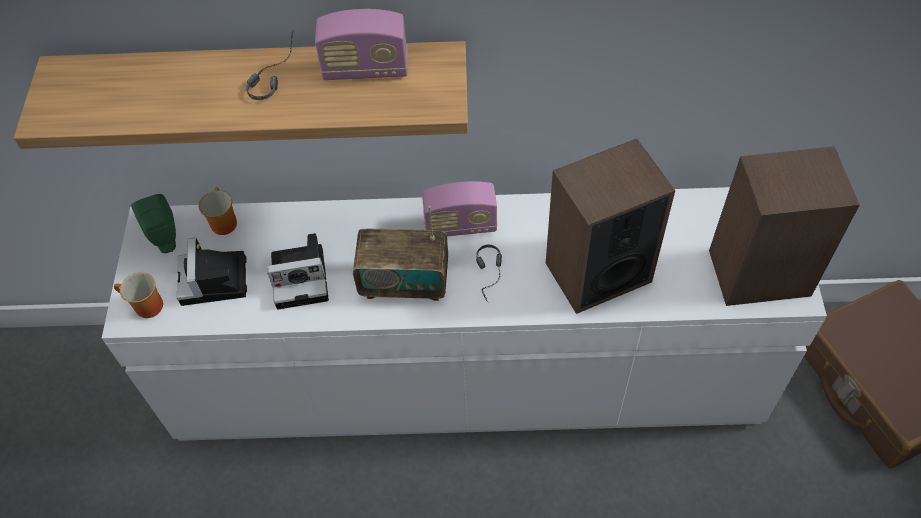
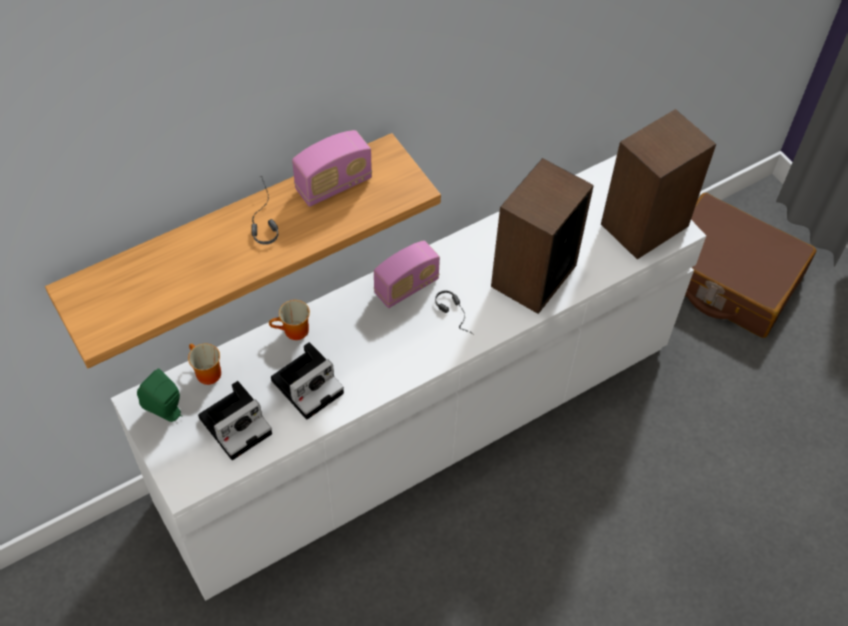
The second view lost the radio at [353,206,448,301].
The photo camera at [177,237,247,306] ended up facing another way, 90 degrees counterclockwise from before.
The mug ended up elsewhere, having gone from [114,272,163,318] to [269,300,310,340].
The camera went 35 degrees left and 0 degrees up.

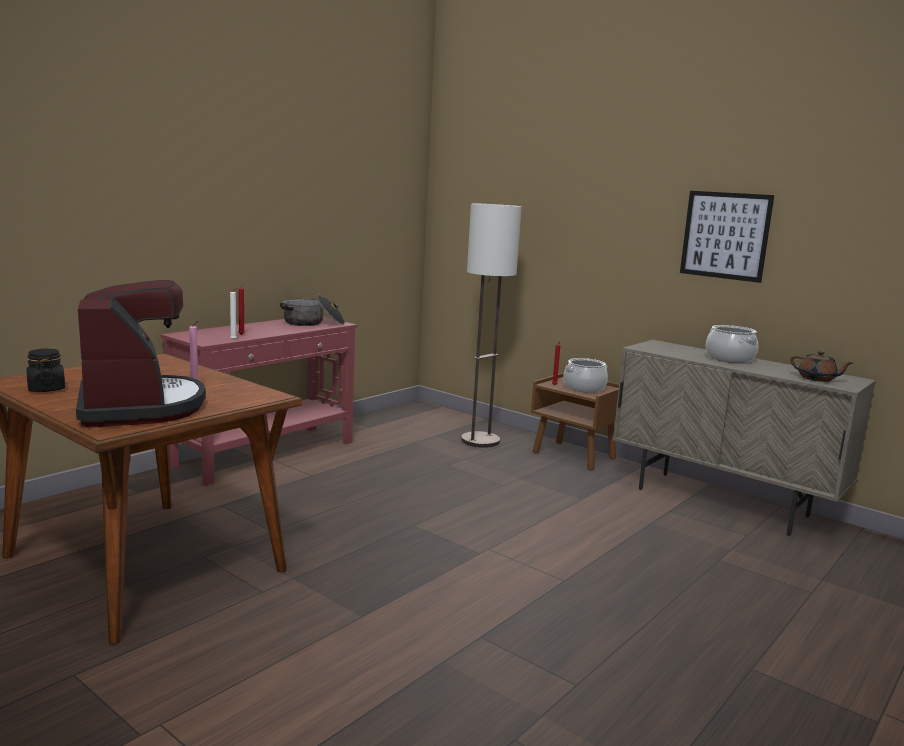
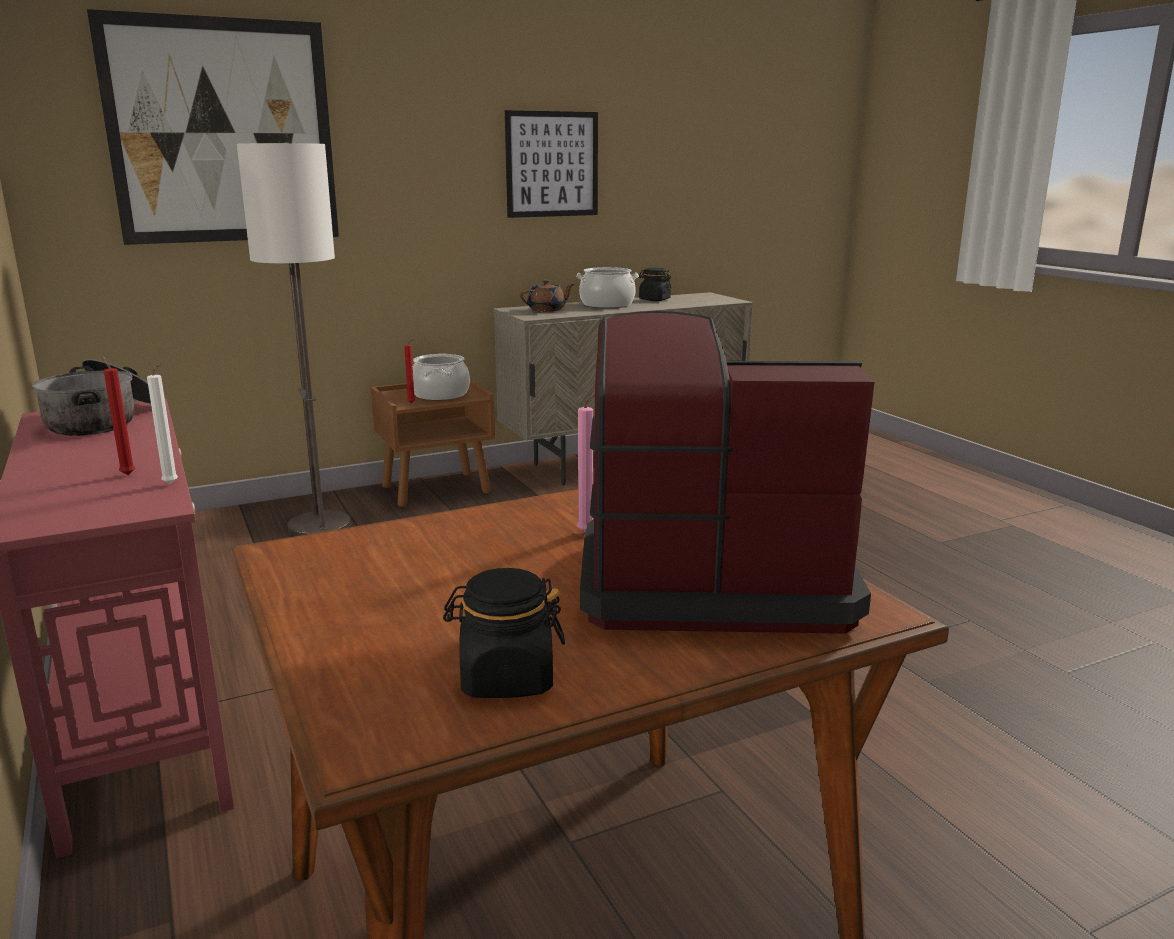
The brown teapot ended up elsewhere, having gone from [791,351,853,382] to [520,280,574,312].
The second view gained the picture at [87,9,339,245].
The second view gained the black jar at [639,268,672,301].
The camera went 65 degrees left and 5 degrees up.

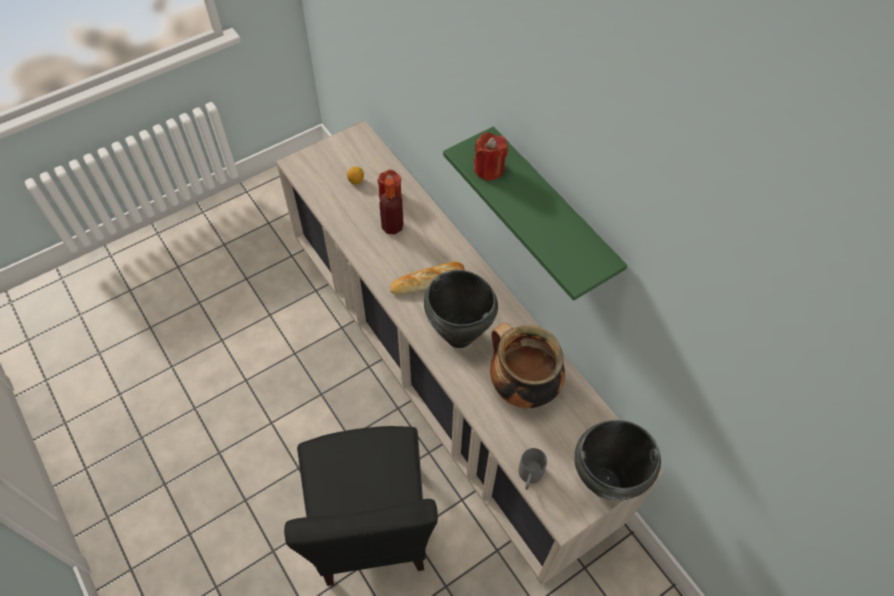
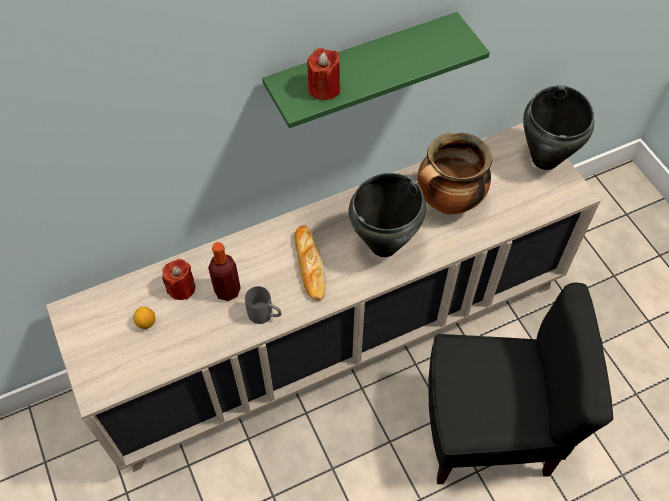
The grey mug ended up elsewhere, having gone from [519,448,547,490] to [245,286,281,324].
The camera went 80 degrees left and 0 degrees up.

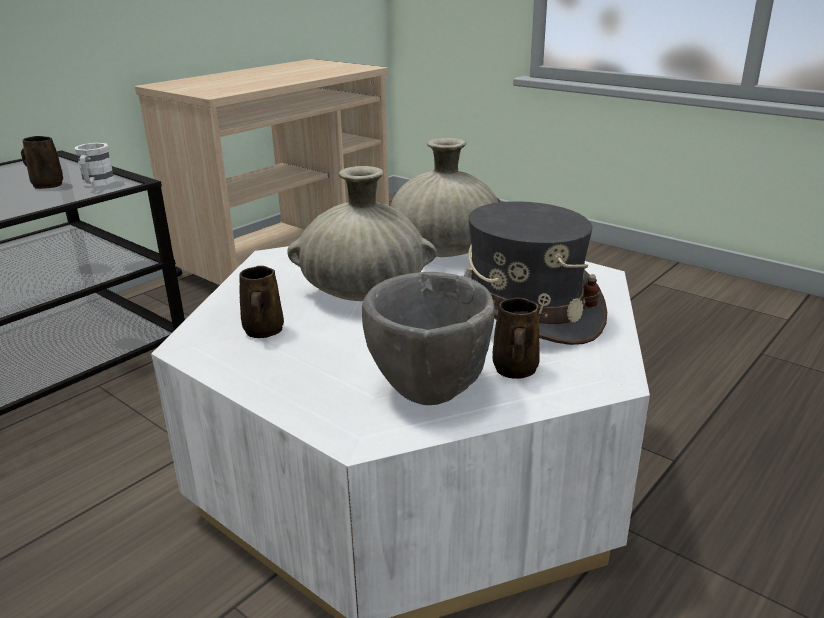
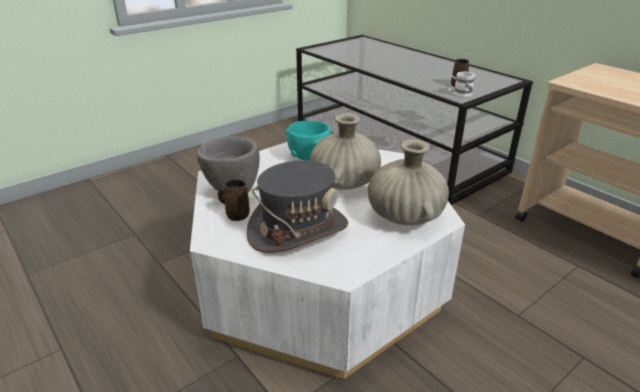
Where the brown mug stood at [239,266,284,338], the turquoise bowl came to stand at [285,121,331,161].
The camera went 100 degrees right and 5 degrees up.

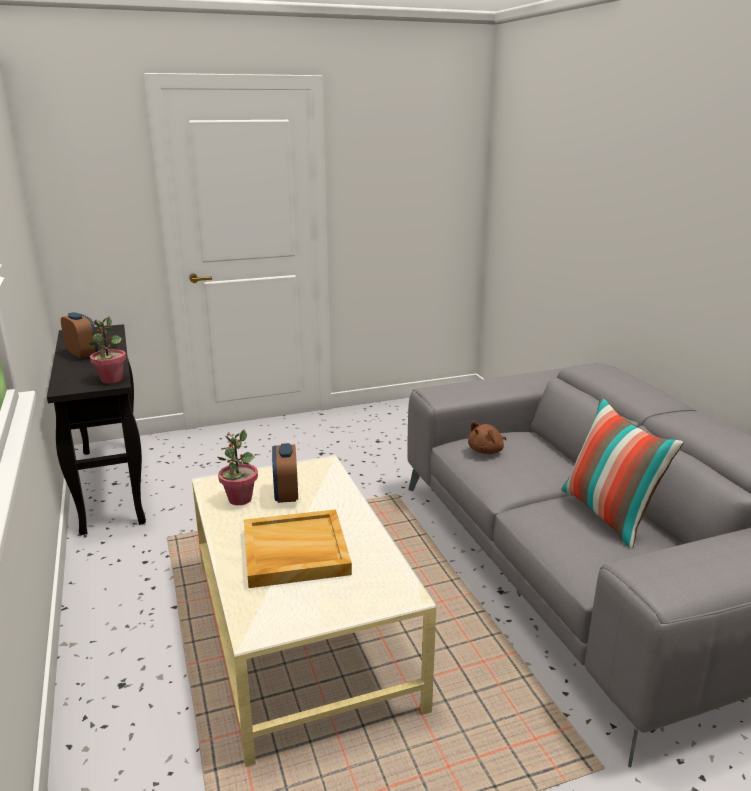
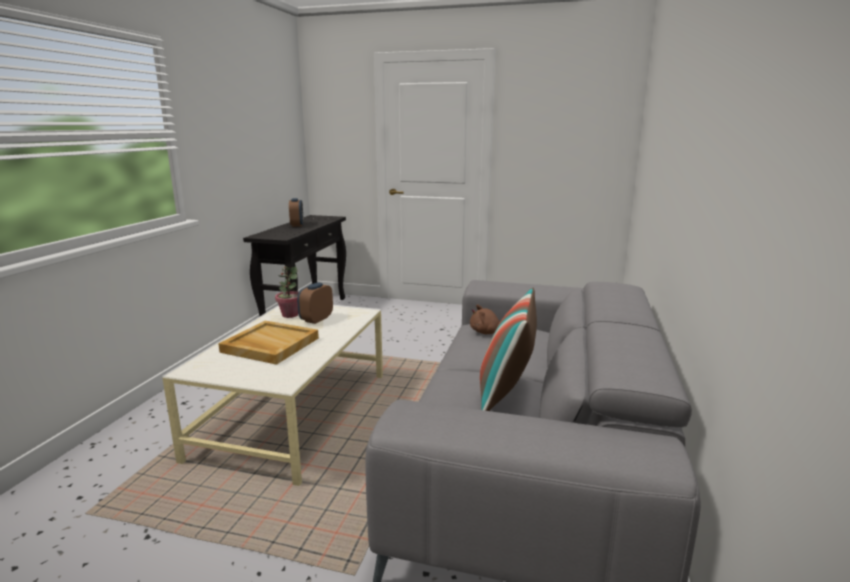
The second view lost the potted plant at [88,316,126,384].
The camera went 35 degrees right and 5 degrees down.

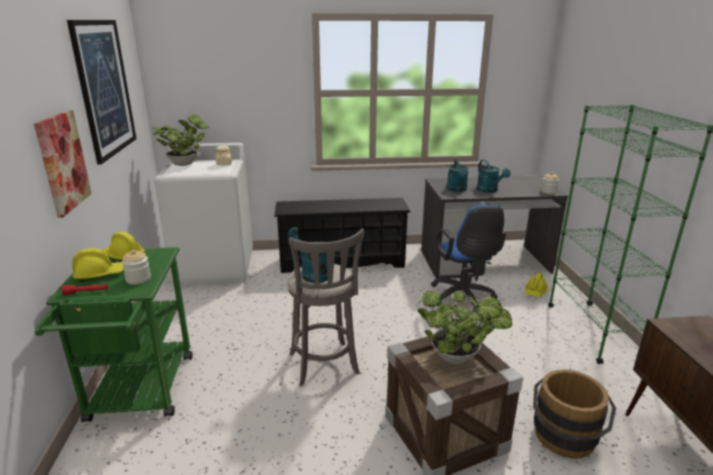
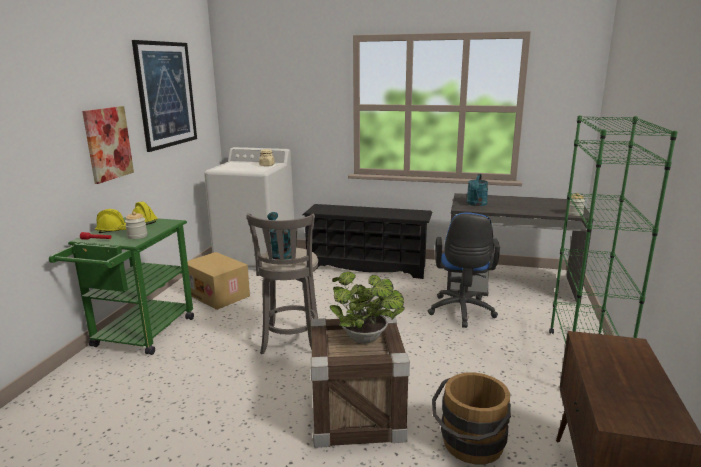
The second view lost the potted plant at [153,114,209,166].
The second view lost the turquoise watering can at [477,160,511,193].
The second view lost the yellow hard hat at [525,273,548,297].
The second view gained the cardboard box at [187,252,250,310].
The camera went 20 degrees right and 5 degrees down.

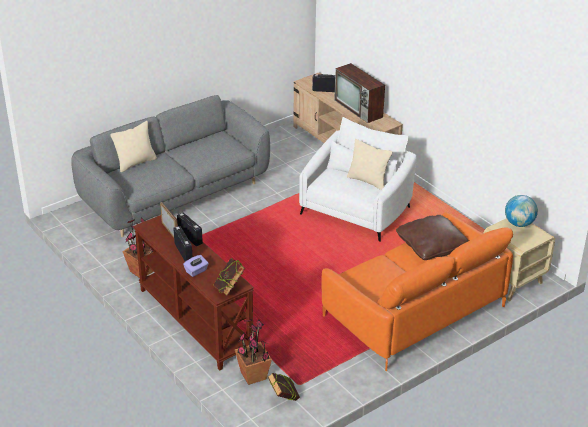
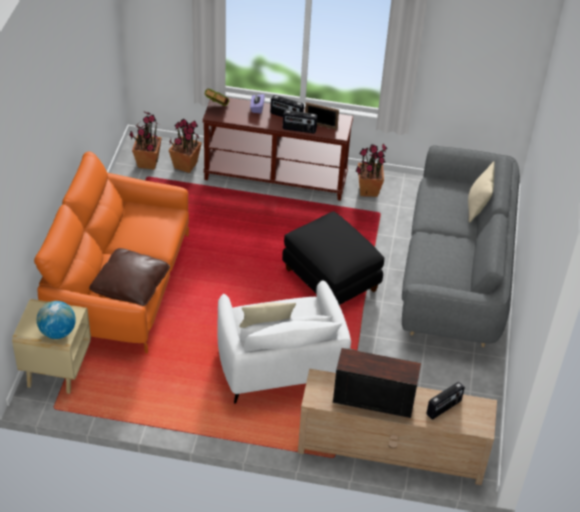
Where the book stood at [267,373,300,401], the potted plant came to stand at [129,112,162,170].
The second view gained the black ottoman at [282,211,384,305].
The camera went 135 degrees right and 10 degrees up.

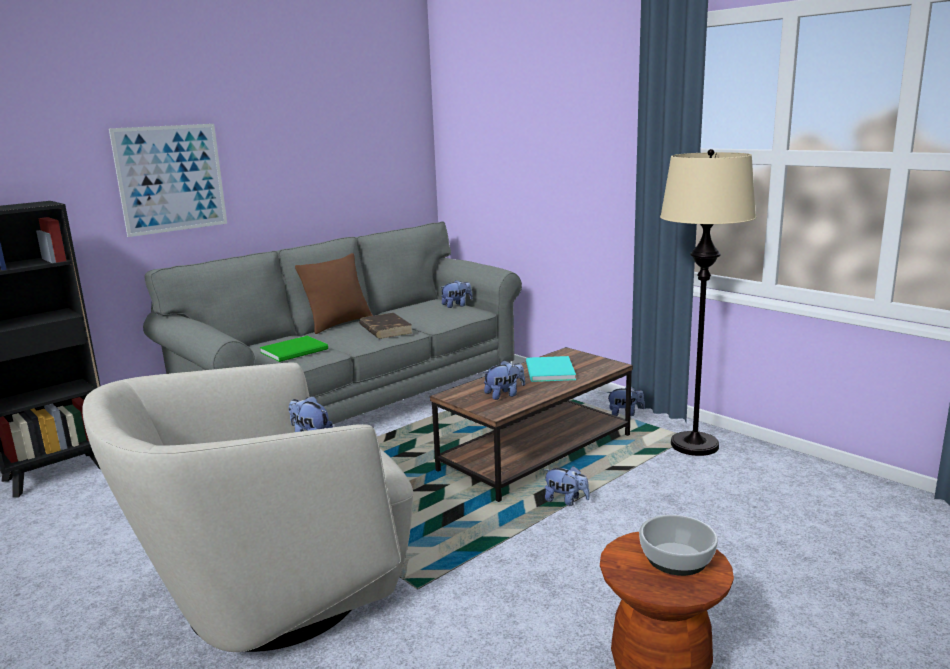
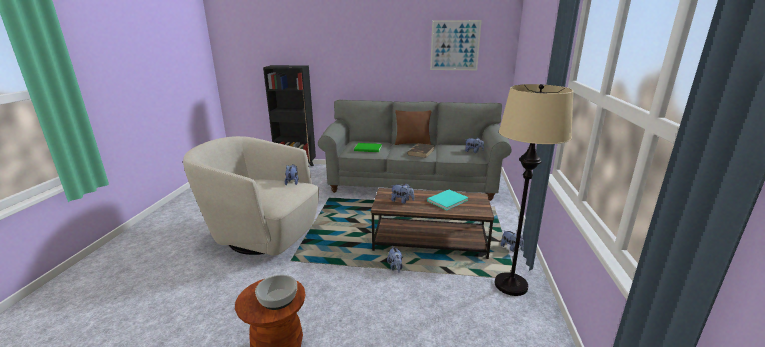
The picture ended up elsewhere, having gone from [109,124,227,237] to [430,20,482,70].
The camera went 50 degrees right and 5 degrees up.

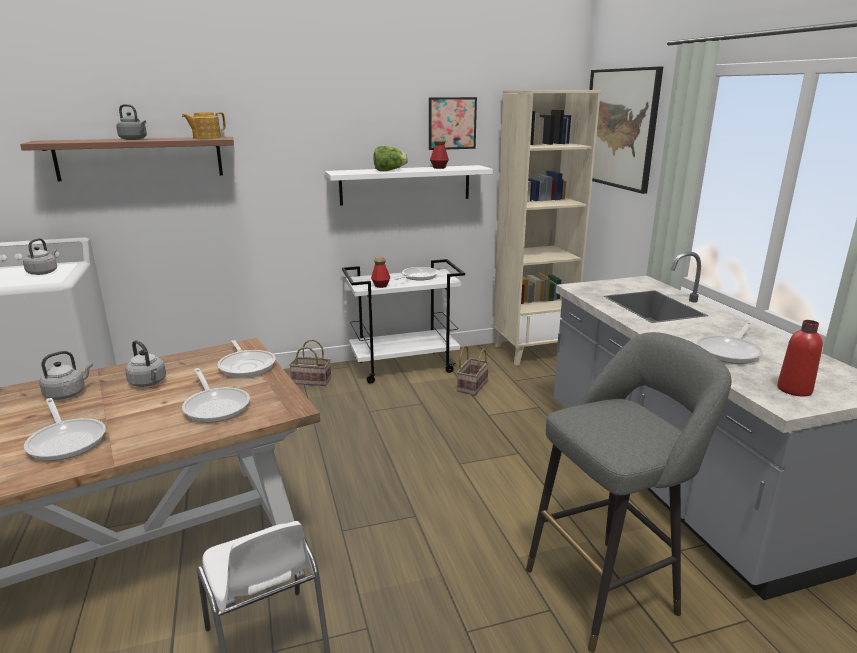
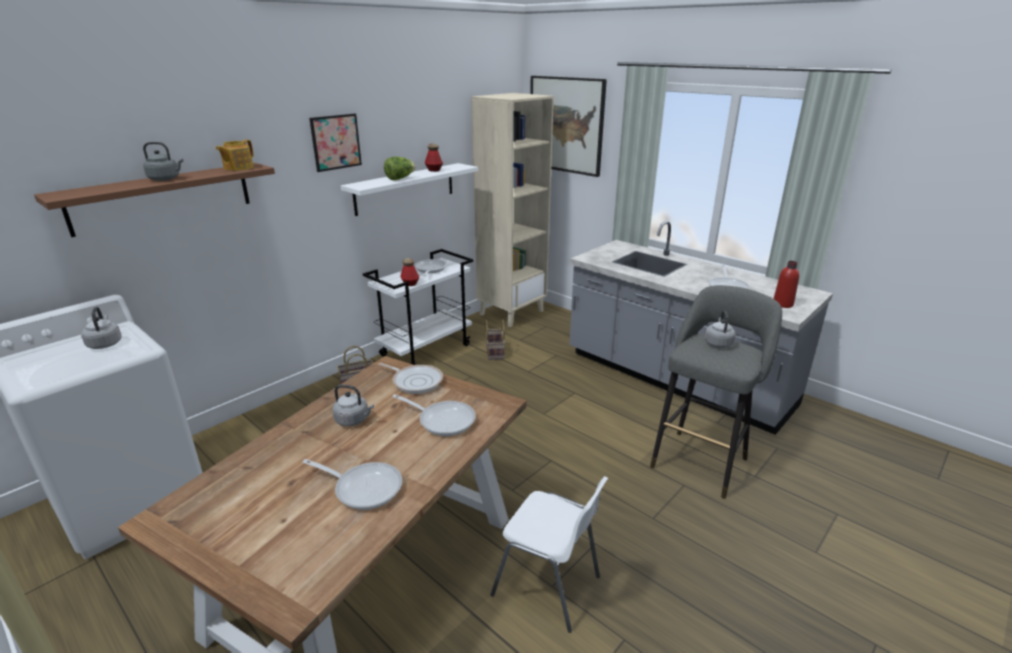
The picture ended up elsewhere, having gone from [429,97,477,150] to [309,114,362,172].
The grey kettle ended up elsewhere, having gone from [39,351,93,400] to [705,311,736,348].
The camera went 30 degrees left and 5 degrees up.

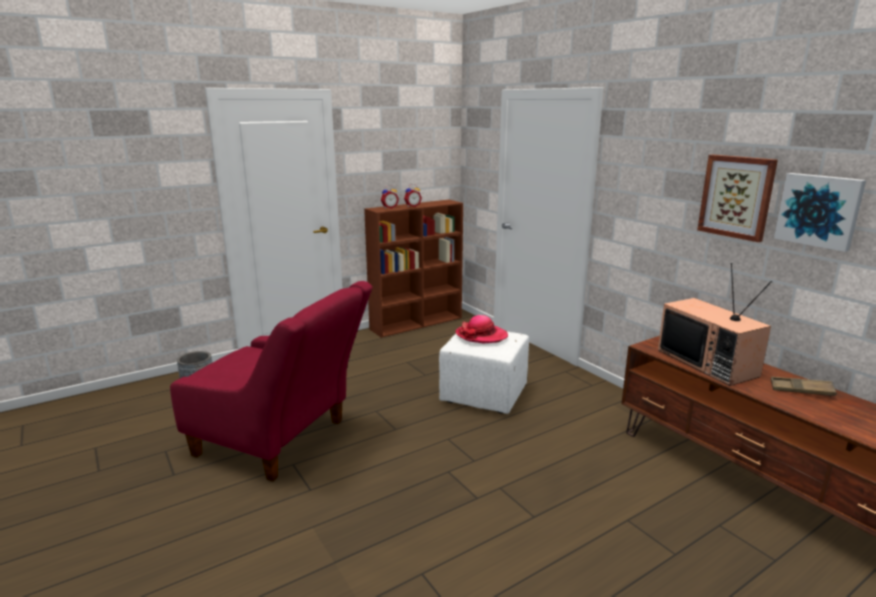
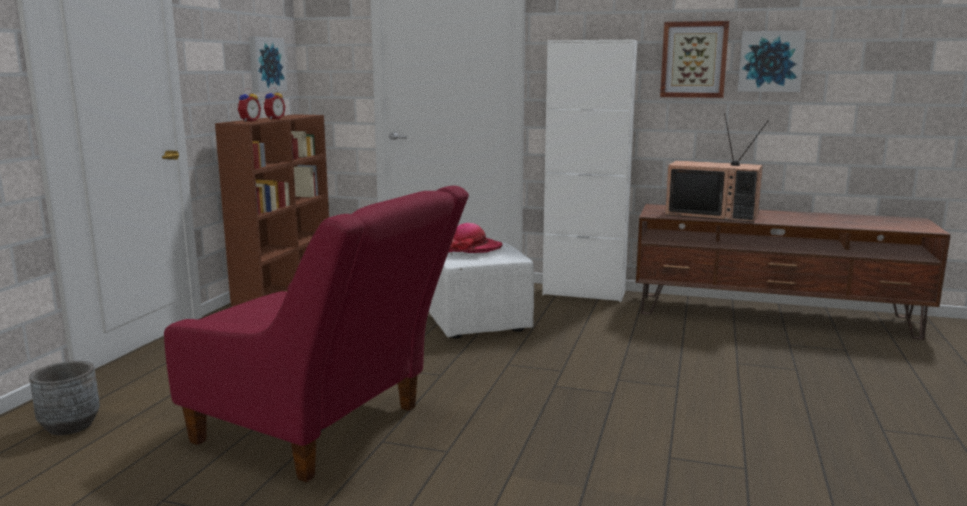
The red armchair at [170,281,373,482] ended up facing another way, 45 degrees clockwise from before.
The second view lost the brown tray at [771,377,837,396].
The second view gained the picture at [249,36,287,92].
The second view gained the white cabinet at [542,39,637,302].
The camera went 40 degrees left and 5 degrees down.

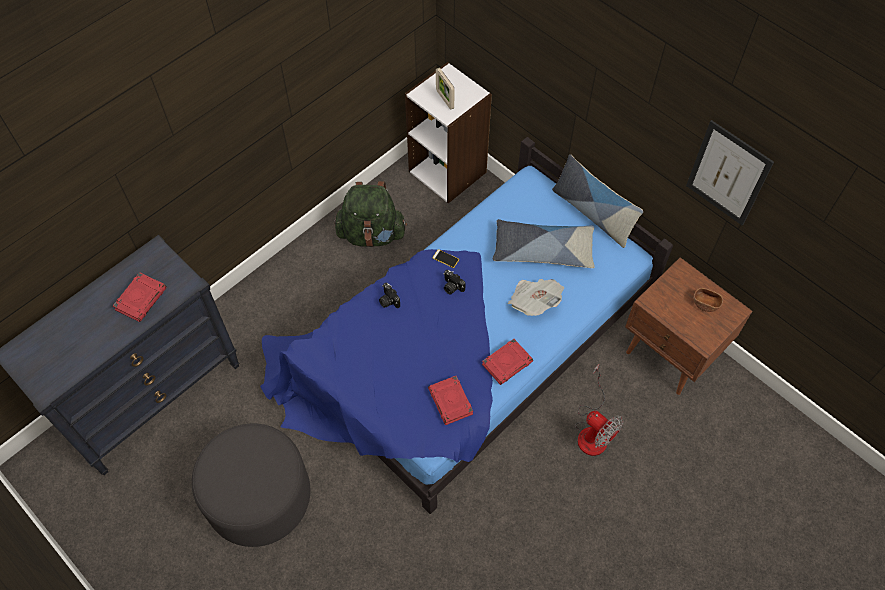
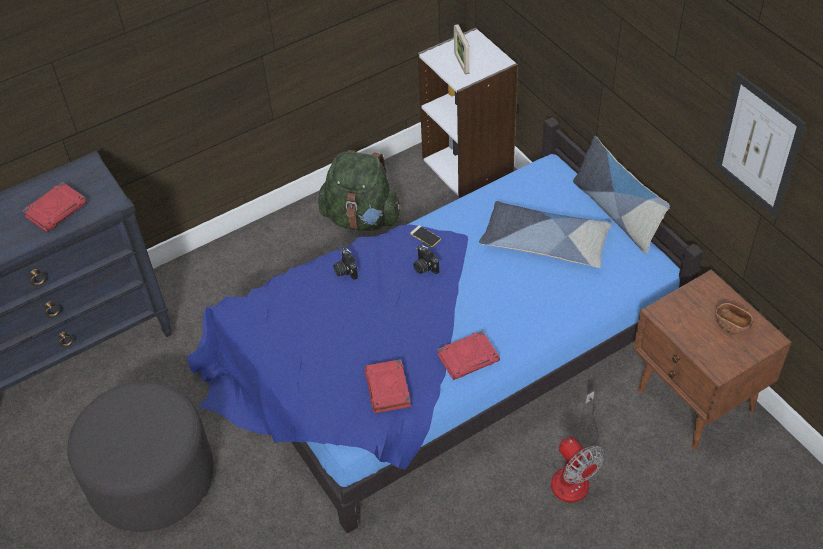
The second view lost the newspaper at [508,279,564,316].
The camera went 15 degrees right and 10 degrees down.

